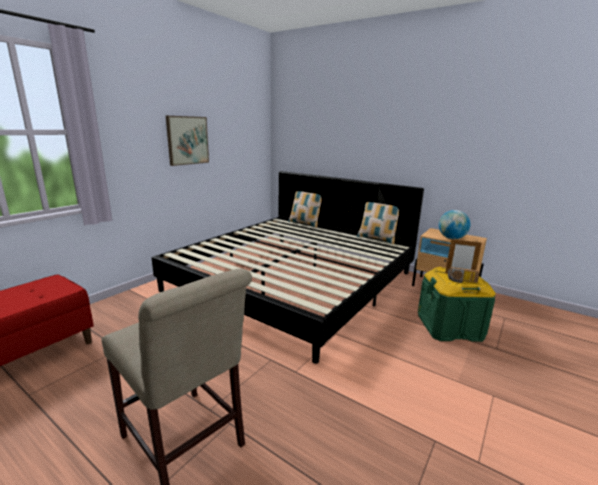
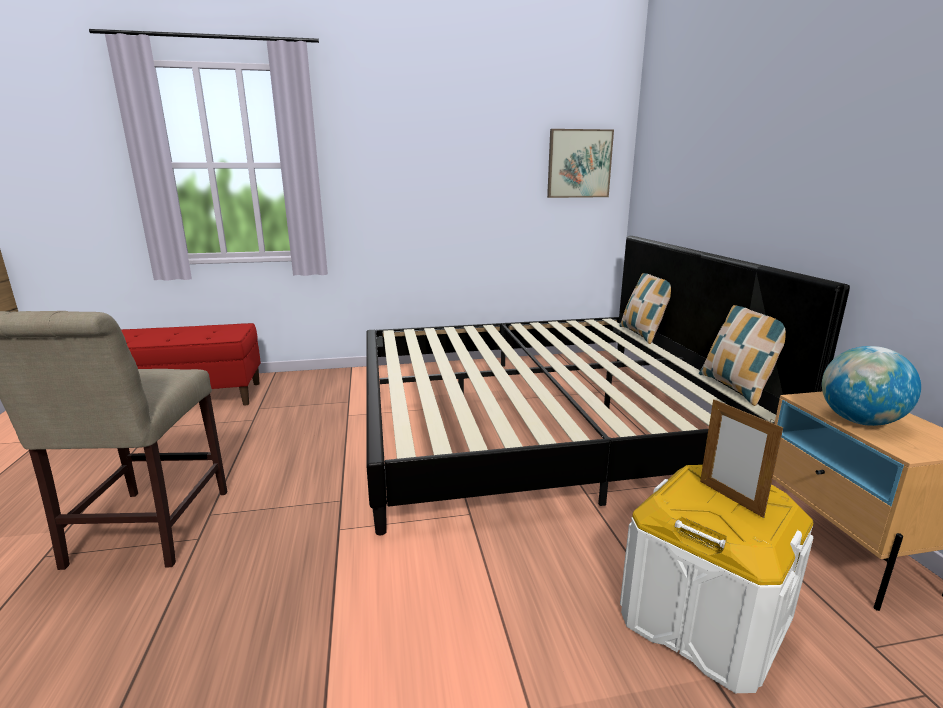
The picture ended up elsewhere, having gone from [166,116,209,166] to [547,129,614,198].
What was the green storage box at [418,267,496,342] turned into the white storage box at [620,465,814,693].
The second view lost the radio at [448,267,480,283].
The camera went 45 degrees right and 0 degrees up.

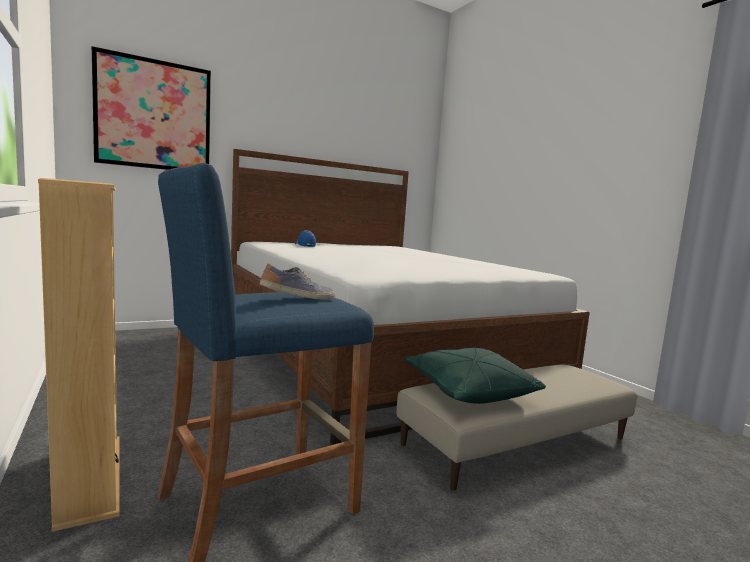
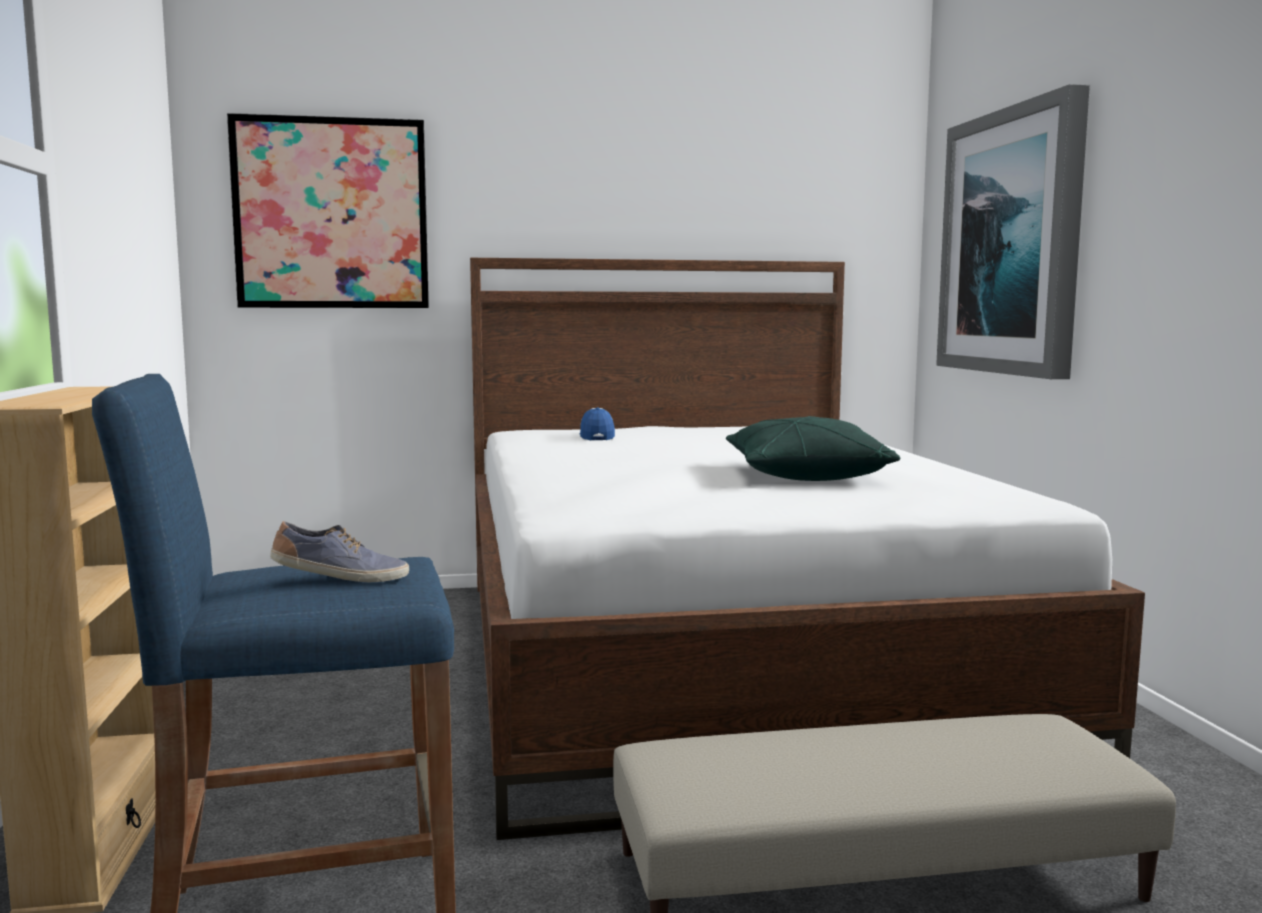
The green pillow ended up elsewhere, having gone from [405,347,546,404] to [726,416,900,481].
The second view gained the picture at [936,84,1090,379].
The camera went 20 degrees right and 0 degrees up.

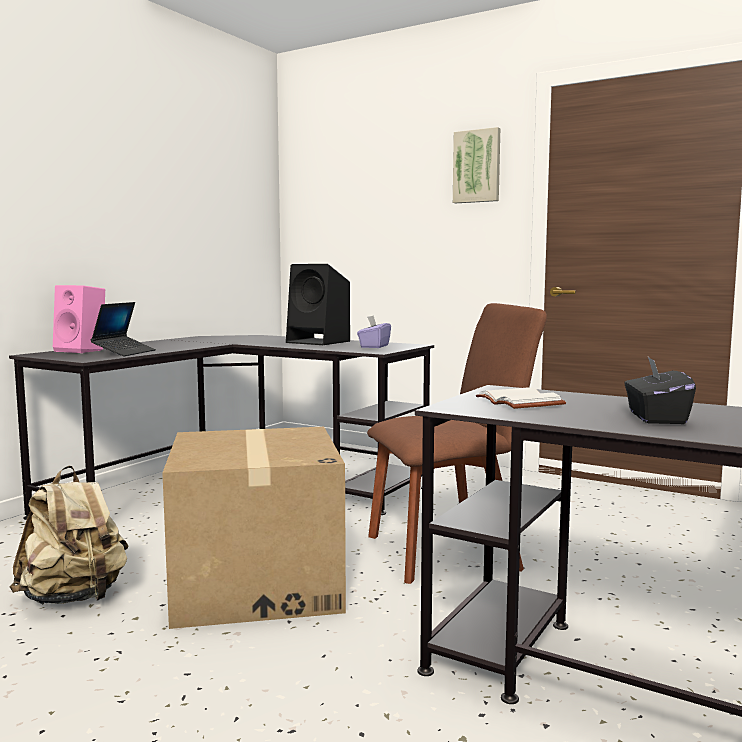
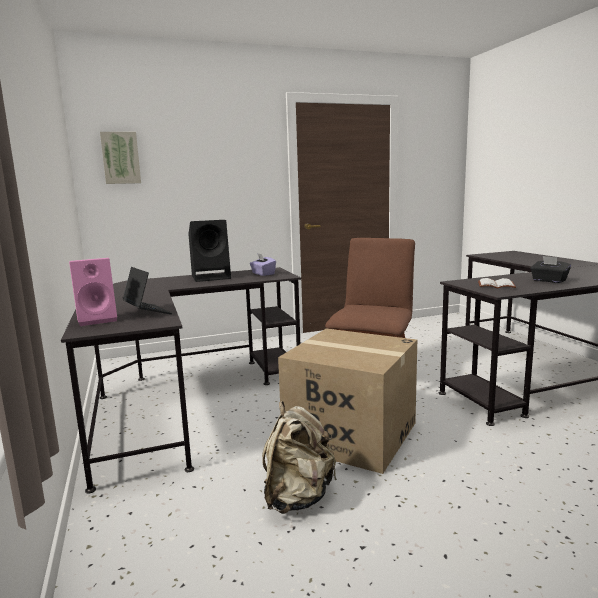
The picture ended up elsewhere, having gone from [453,127,500,203] to [100,132,141,184].
The camera went 50 degrees left and 5 degrees up.

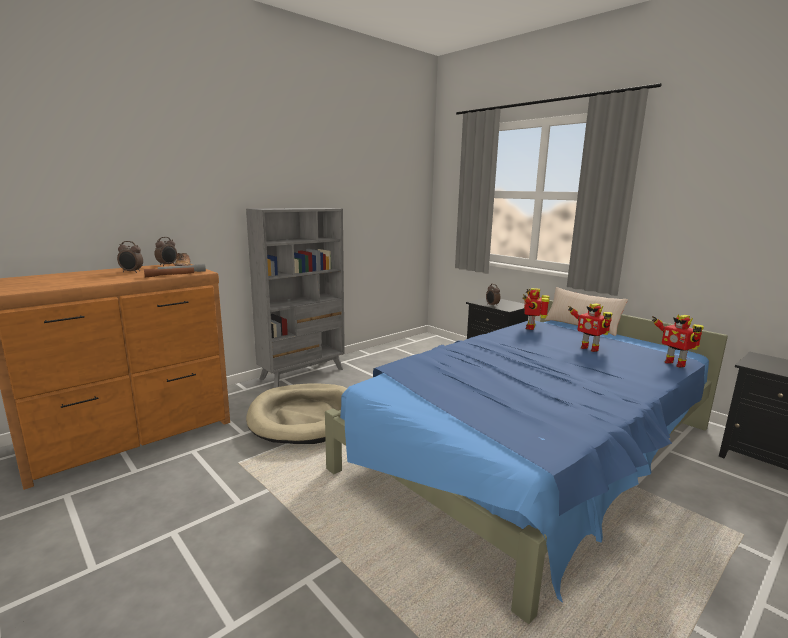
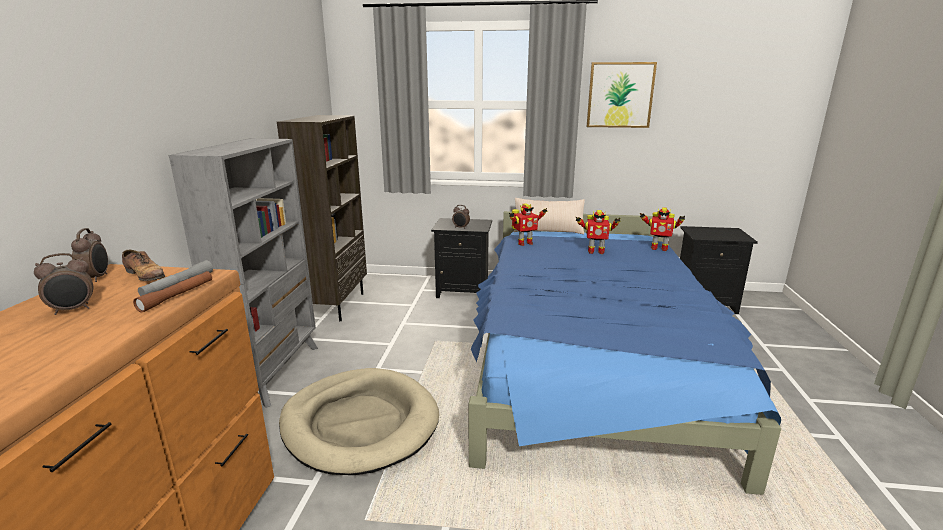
The toy robot at [522,288,550,330] ended up facing another way, 90 degrees counterclockwise from before.
The second view gained the picture at [587,62,657,128].
The second view gained the brown bookcase at [277,115,367,321].
The camera went 40 degrees left and 5 degrees up.

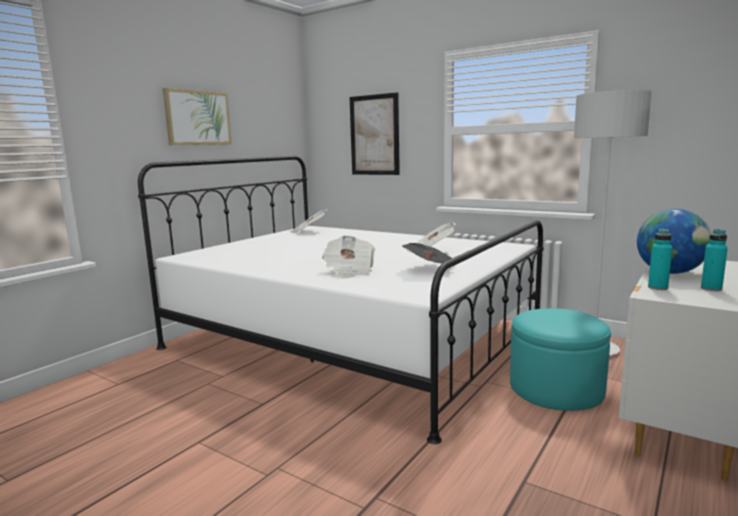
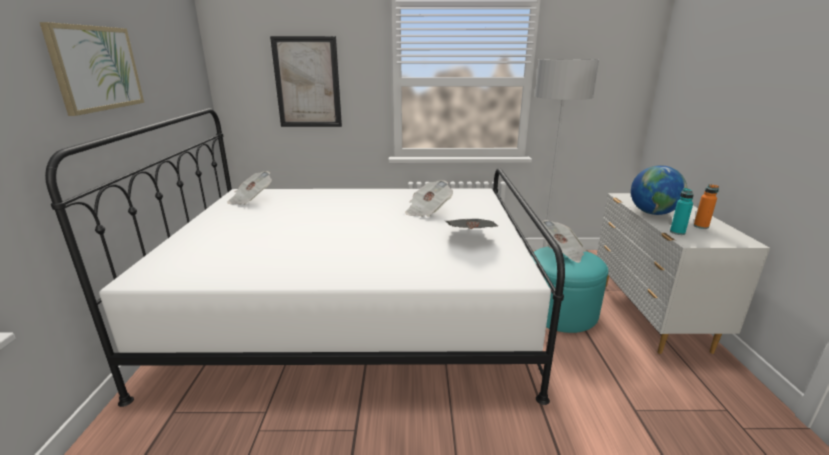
What was the turquoise bottle at [701,229,728,291] turned into the orange bottle at [694,184,719,229].
The newspaper ended up elsewhere, having gone from [322,235,375,279] to [542,220,586,263].
The camera went 35 degrees left and 10 degrees up.

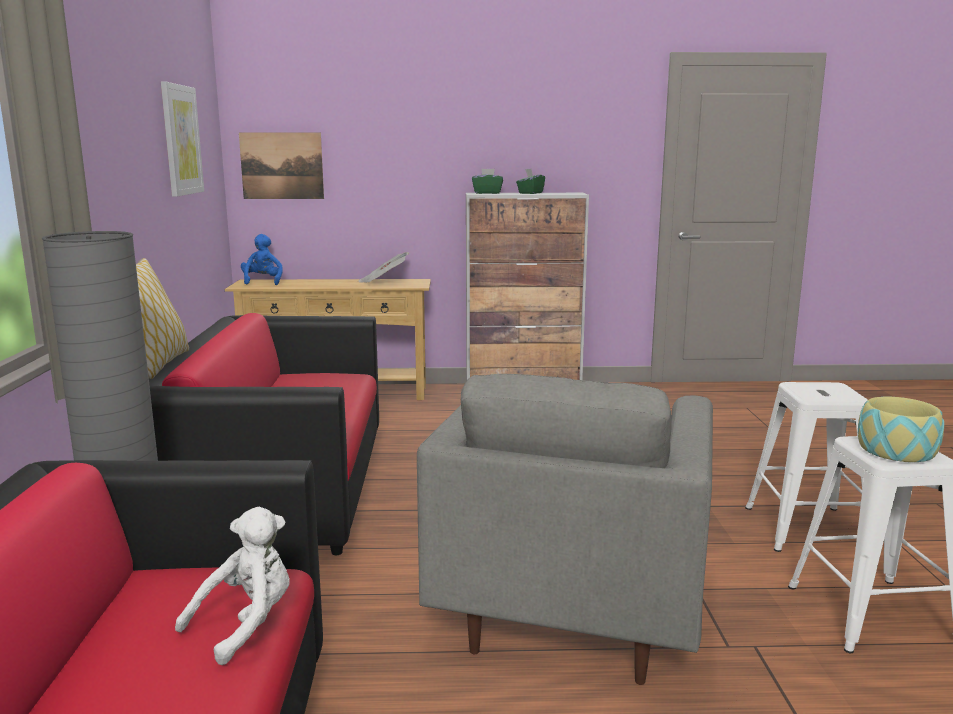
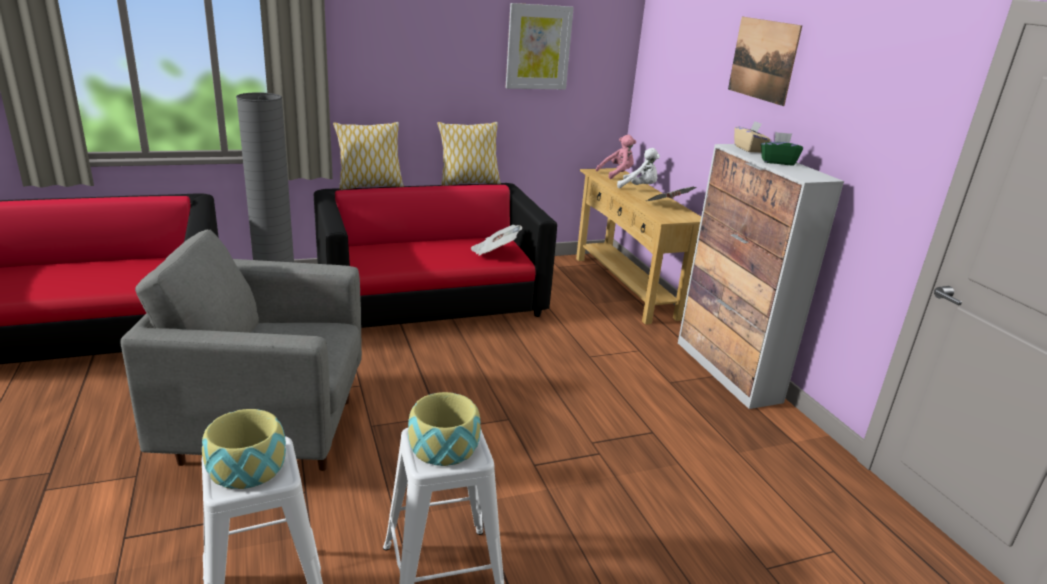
The picture ended up elsewhere, having gone from [239,132,324,199] to [728,17,802,106].
What was the green tissue box at [472,169,503,194] turned into the beige tissue box at [734,121,771,152].
What was the blue plush toy at [241,234,283,285] turned into the pink plush toy at [596,135,636,179].
The white plush toy ended up elsewhere, having gone from [175,507,289,665] to [617,148,660,188].
The second view gained the pillow at [437,122,501,186].
The second view gained the newspaper at [471,225,522,256].
The second view gained the bowl at [408,392,481,466].
The camera went 70 degrees right and 10 degrees up.

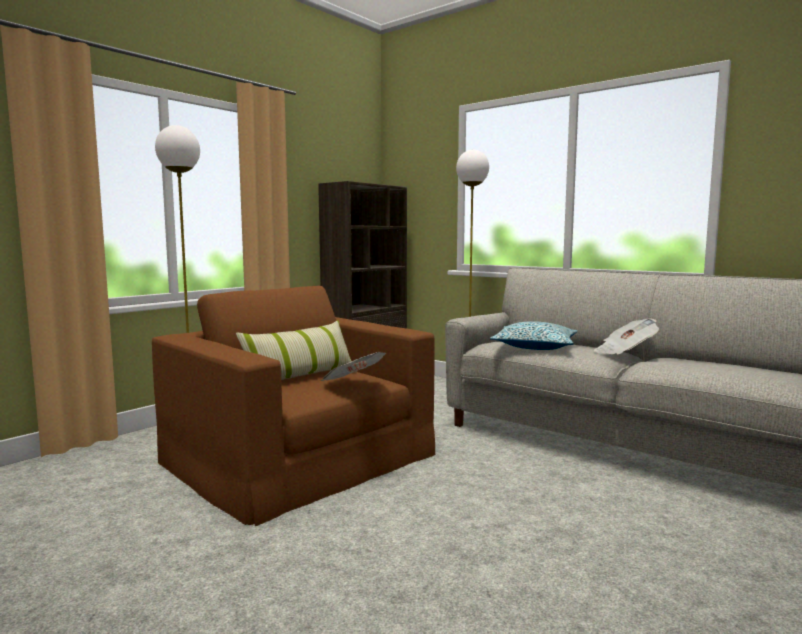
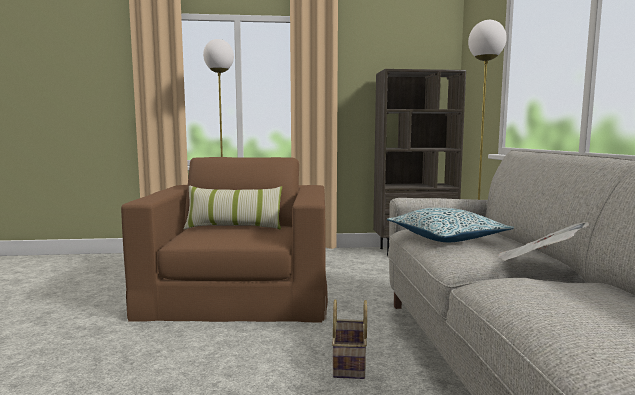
The second view lost the newspaper at [320,352,386,381].
The second view gained the basket at [332,299,367,379].
The camera went 45 degrees right and 0 degrees up.

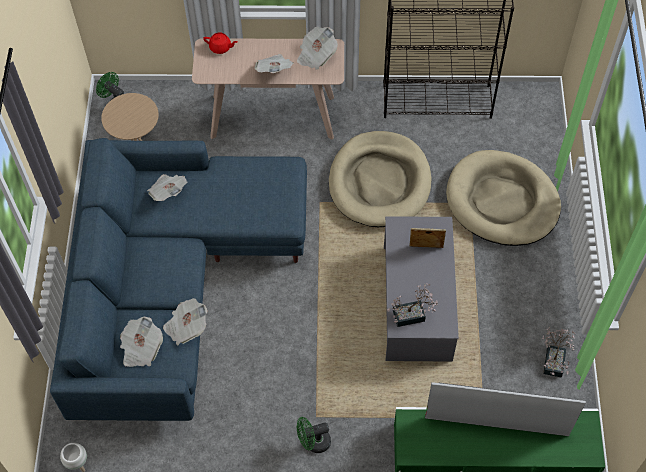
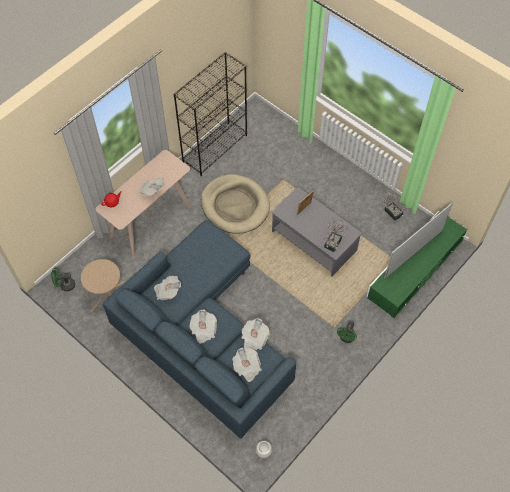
The newspaper ended up elsewhere, having gone from [297,27,338,70] to [189,310,217,344].
The second view lost the beige dog bed at [446,150,561,246].
The camera went 50 degrees left and 0 degrees up.

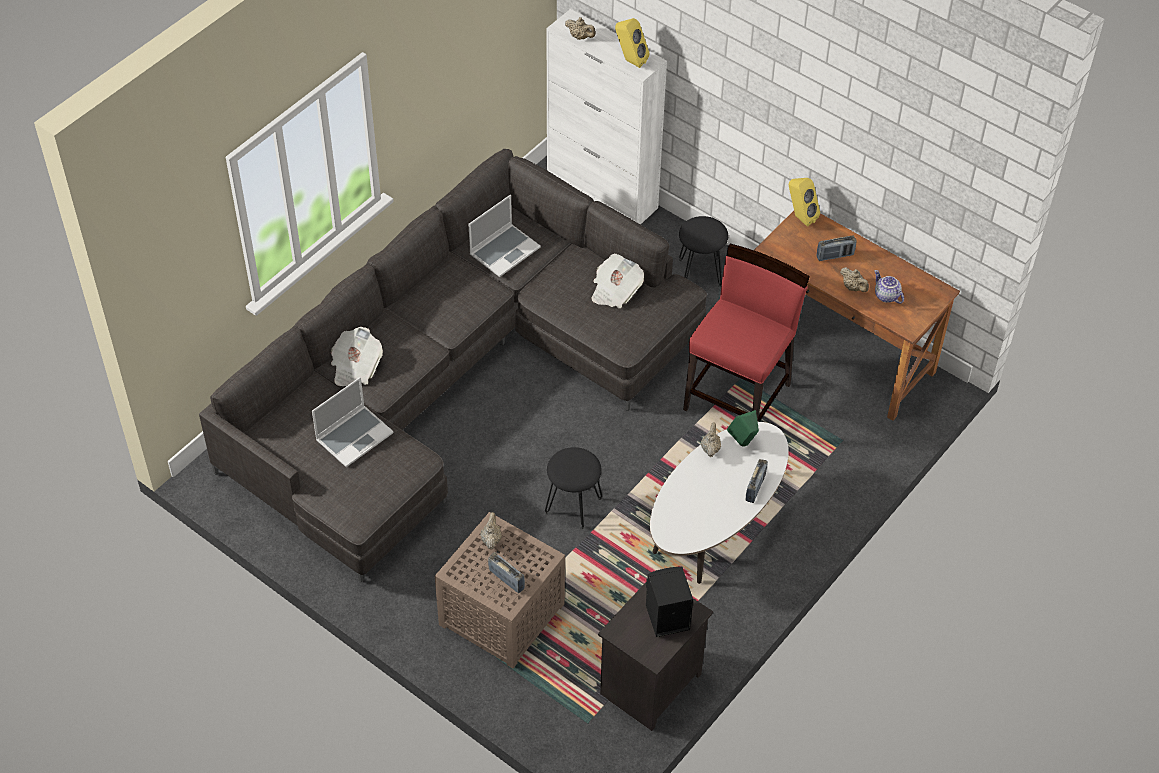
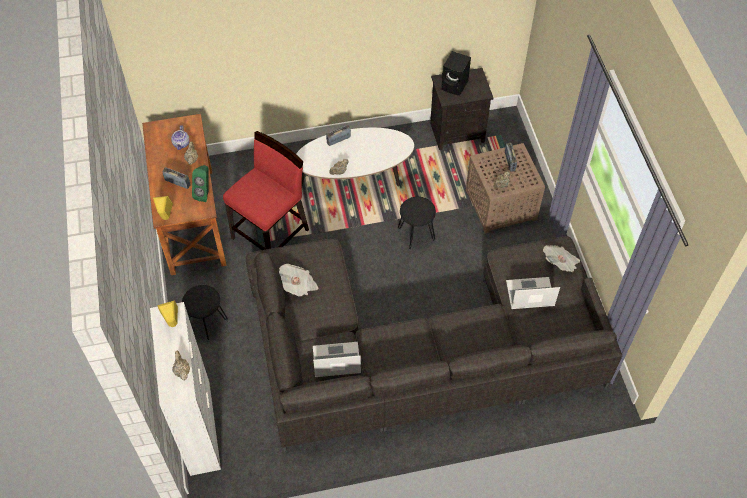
The red chair at [683,243,810,422] ended up facing another way, 150 degrees clockwise from before.
The newspaper ended up elsewhere, having gone from [331,327,383,386] to [543,245,580,272].
The green speaker ended up elsewhere, having gone from [727,410,759,447] to [192,165,209,202].
The camera went 140 degrees left and 5 degrees up.

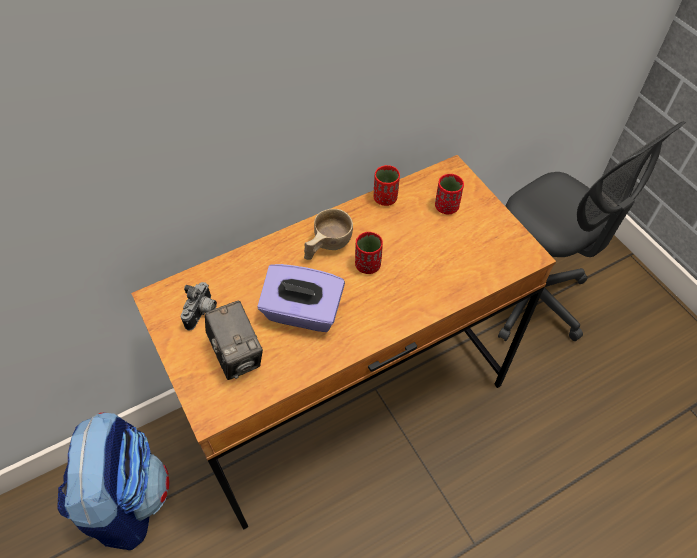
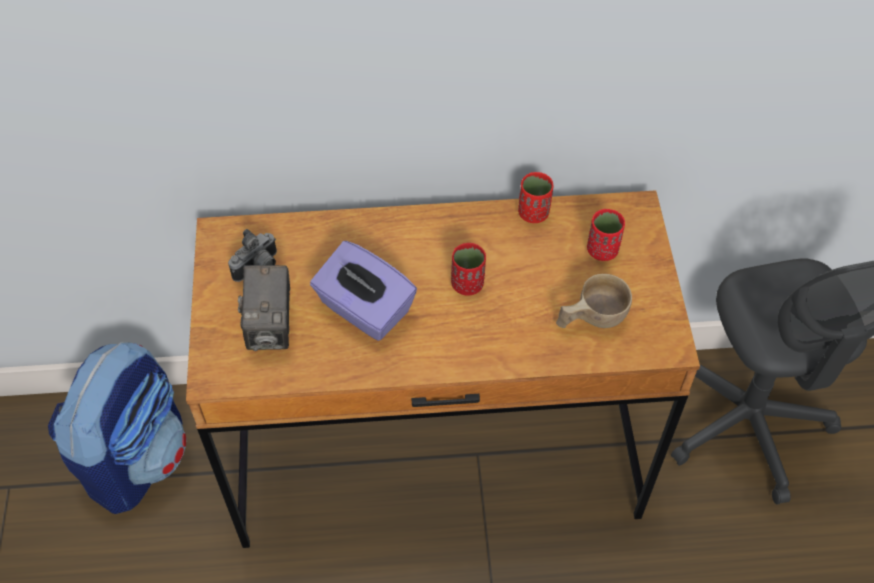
The beige cup ended up elsewhere, having gone from [304,209,353,260] to [556,274,632,328].
The camera went 25 degrees right and 0 degrees up.

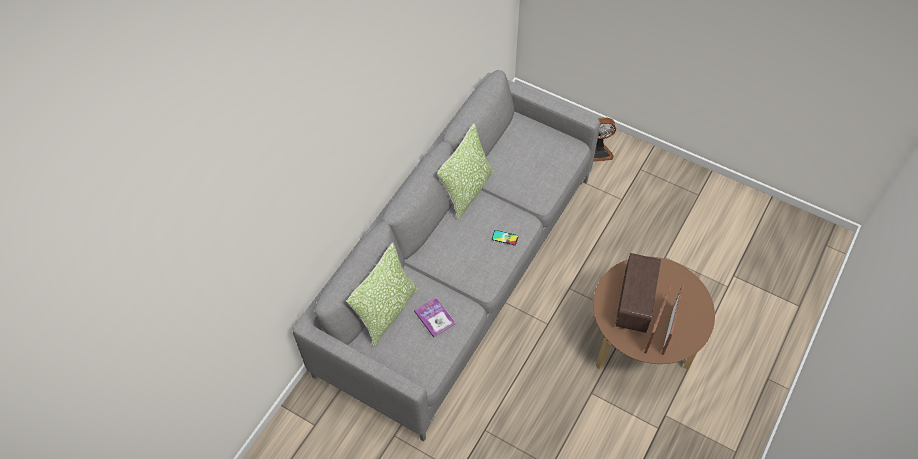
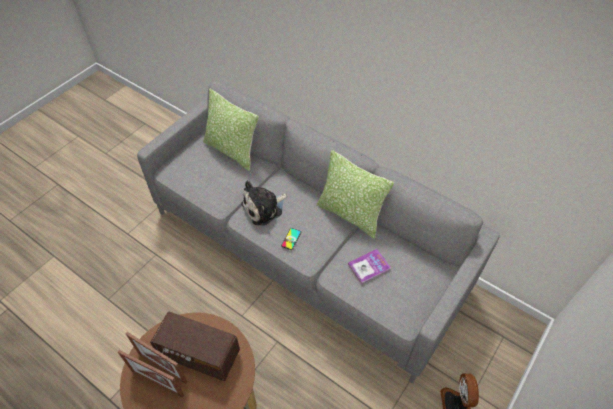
The book ended up elsewhere, having gone from [414,297,455,338] to [348,249,391,284].
The second view gained the plush toy at [241,180,288,225].
The camera went 95 degrees right and 5 degrees down.

